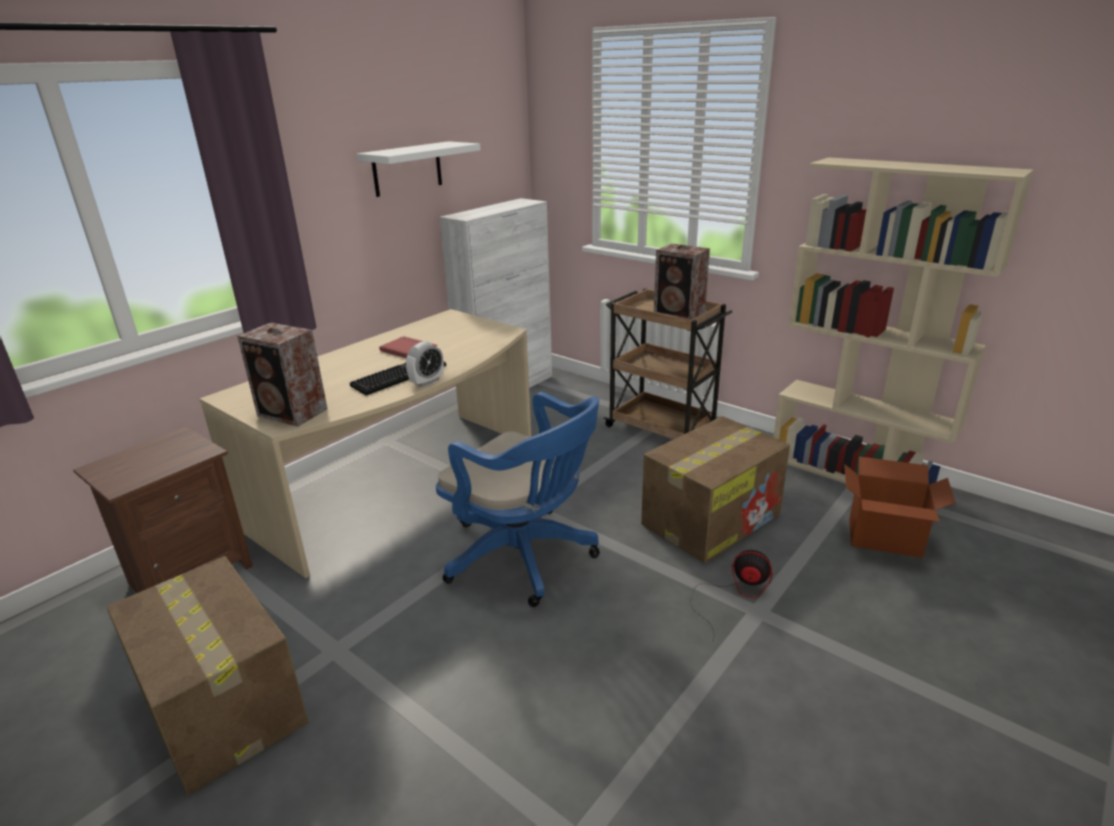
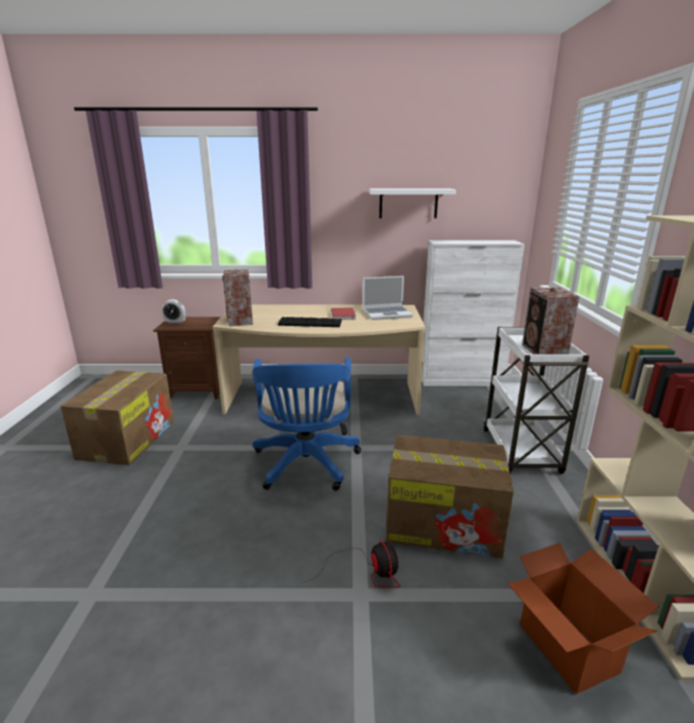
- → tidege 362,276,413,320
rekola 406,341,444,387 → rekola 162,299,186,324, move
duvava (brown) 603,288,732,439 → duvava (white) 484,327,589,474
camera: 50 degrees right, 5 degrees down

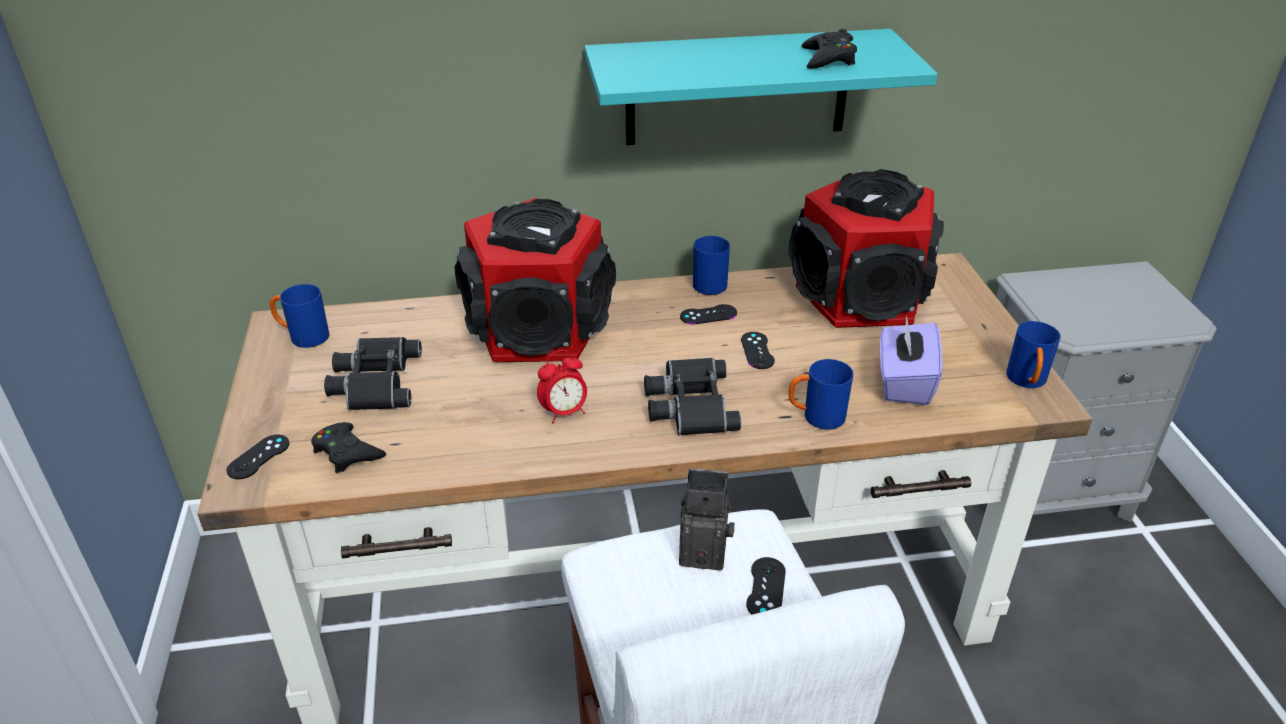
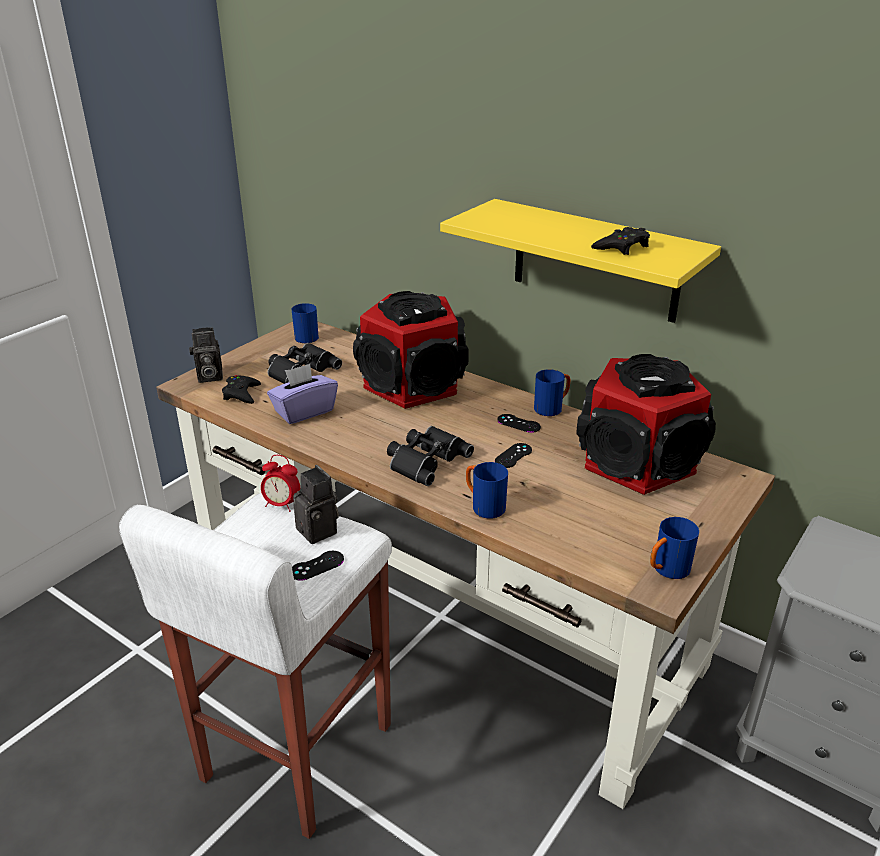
rekola 537,350,587,424 → rekola 261,455,300,512, move
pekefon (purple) 880,315,943,405 → pekefon (purple) 267,364,338,424, move
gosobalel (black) 226,435,289,479 → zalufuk 189,327,223,383
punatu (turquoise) 584,29,938,145 → punatu (yellow) 440,199,721,323
camera: 45 degrees right, 5 degrees down

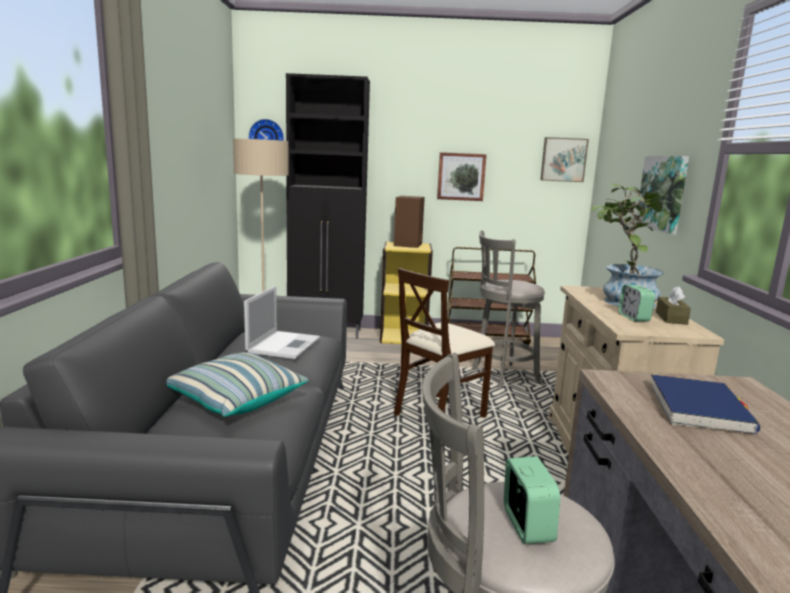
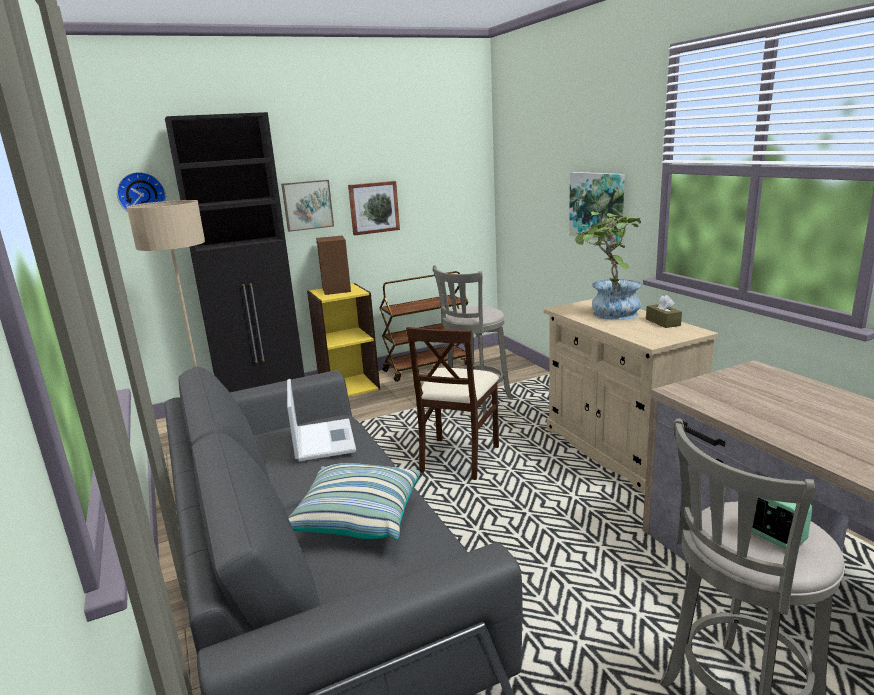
rekola 618,285,655,322 → -
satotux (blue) 651,374,760,434 → -
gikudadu 540,137,589,182 → gikudadu 281,180,334,232, move
camera: 25 degrees left, 5 degrees up

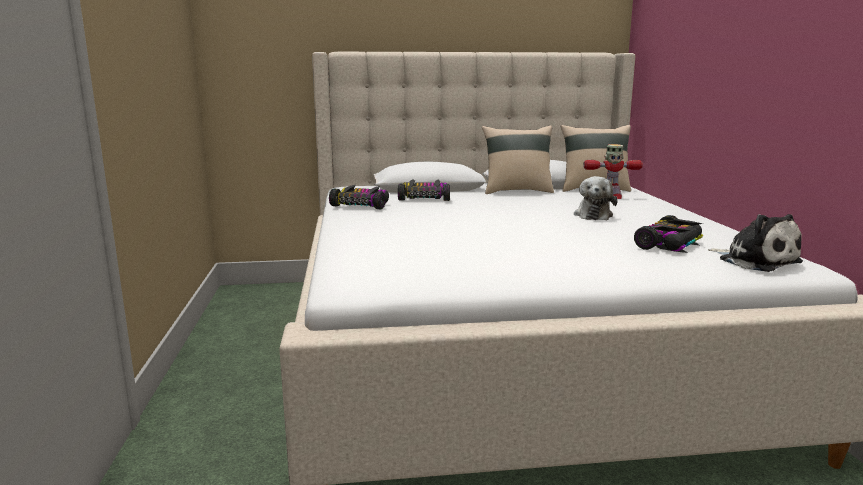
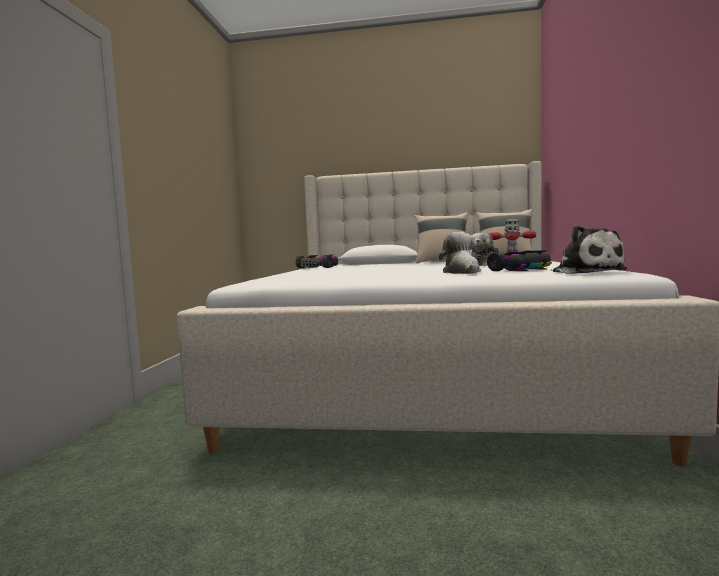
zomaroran 398,179,450,201 → -
- → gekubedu 439,232,481,274
camera: 15 degrees right, 10 degrees down

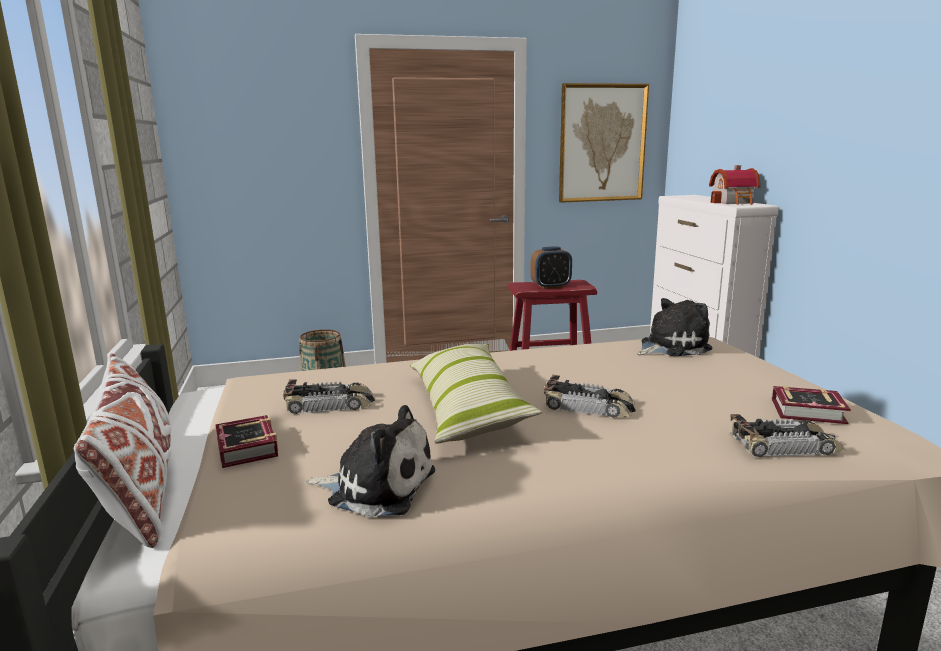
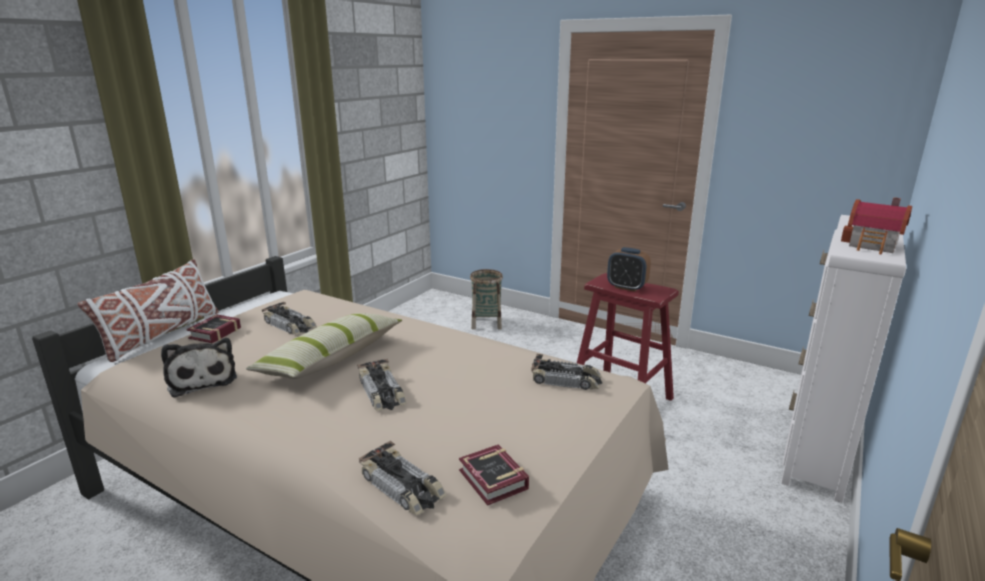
gikudadu 559,83,649,203 → -
gekubedu 637,298,712,356 → zomaroran 531,354,602,390
camera: 45 degrees right, 5 degrees up

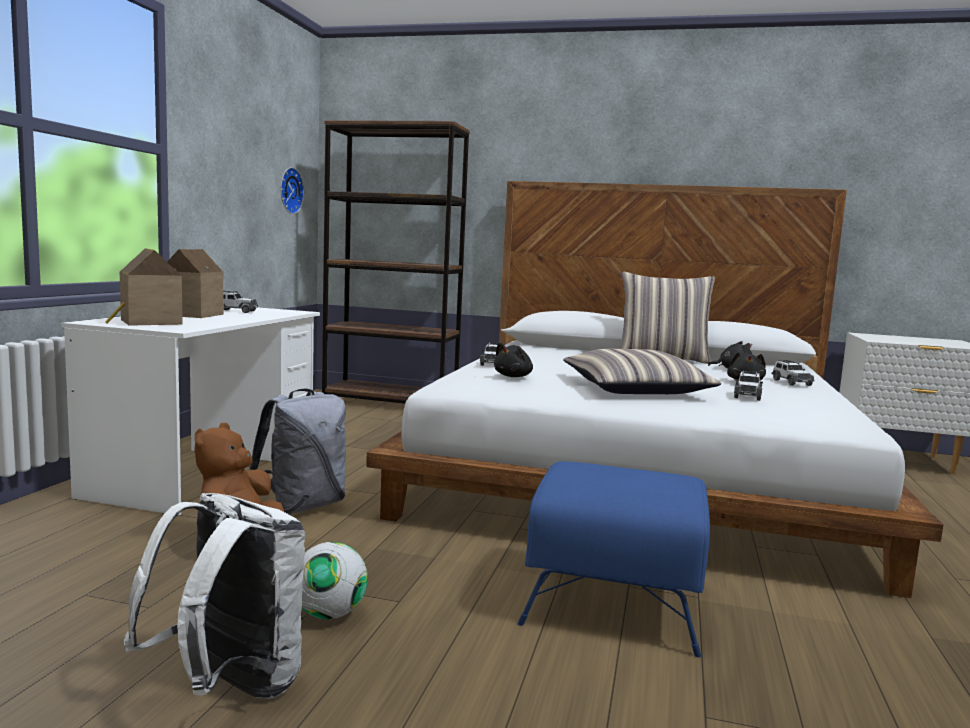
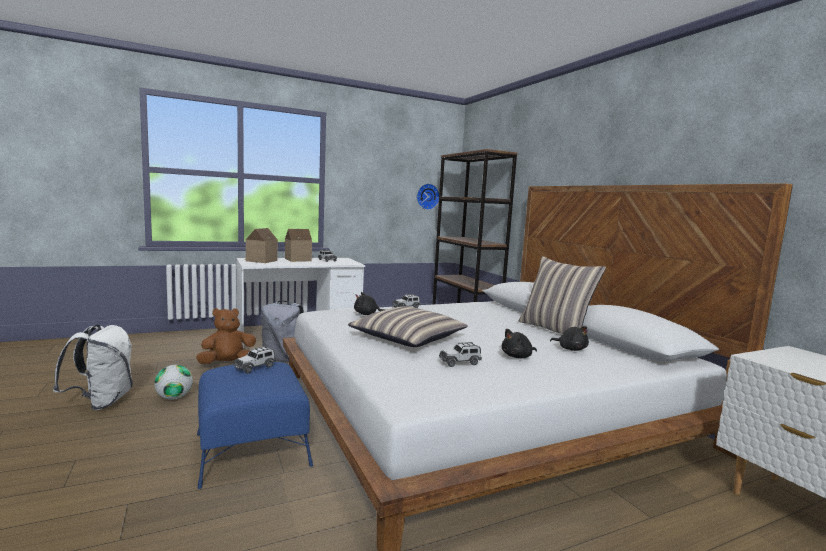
zomaroran 772,360,814,386 → zomaroran 233,346,276,373, move
camera: 50 degrees right, 0 degrees up

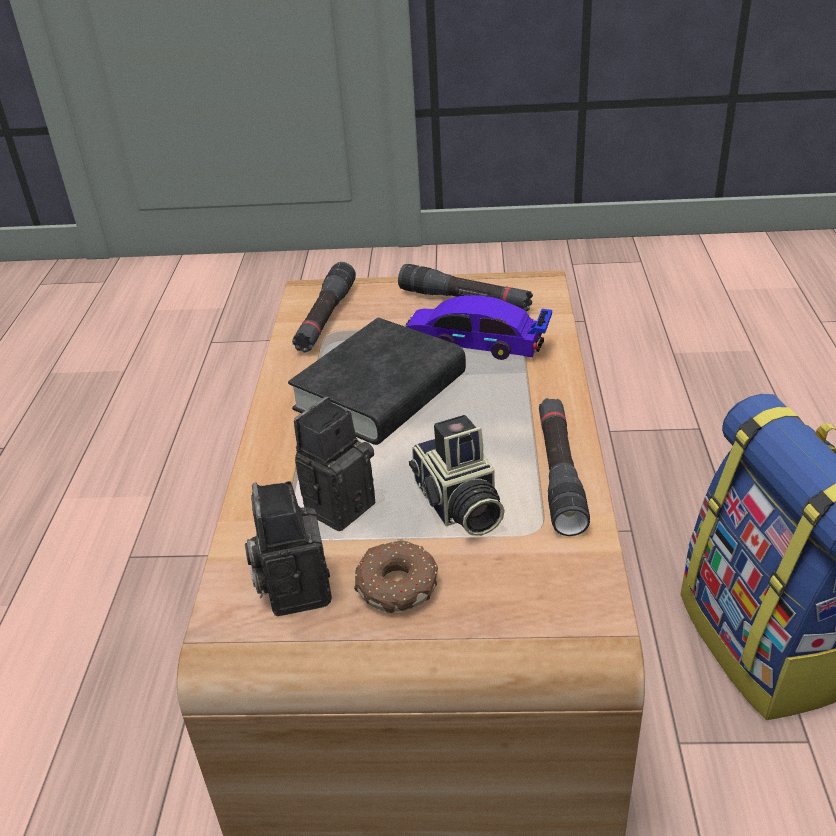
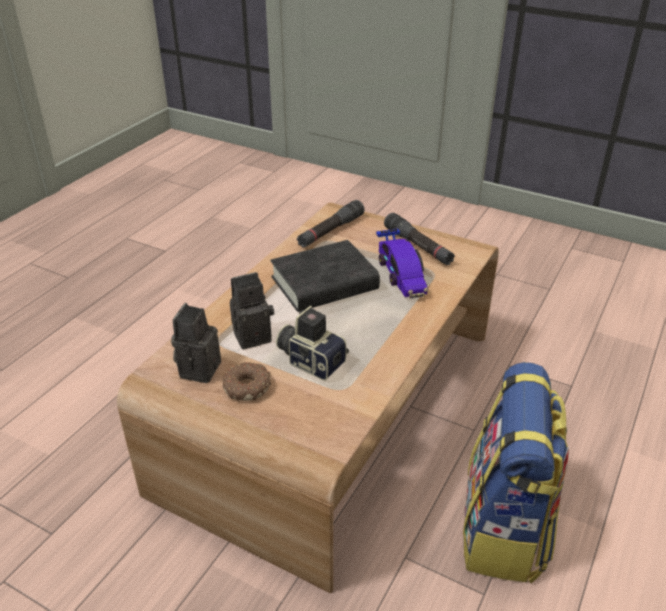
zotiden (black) 539,398,590,536 → -
zomaroran 405,295,552,360 → zomaroran 376,229,428,299, 150 degrees counterclockwise
zalufuk 409,415,505,536 → zalufuk 276,306,349,380, 120 degrees clockwise
camera: 25 degrees right, 0 degrees up

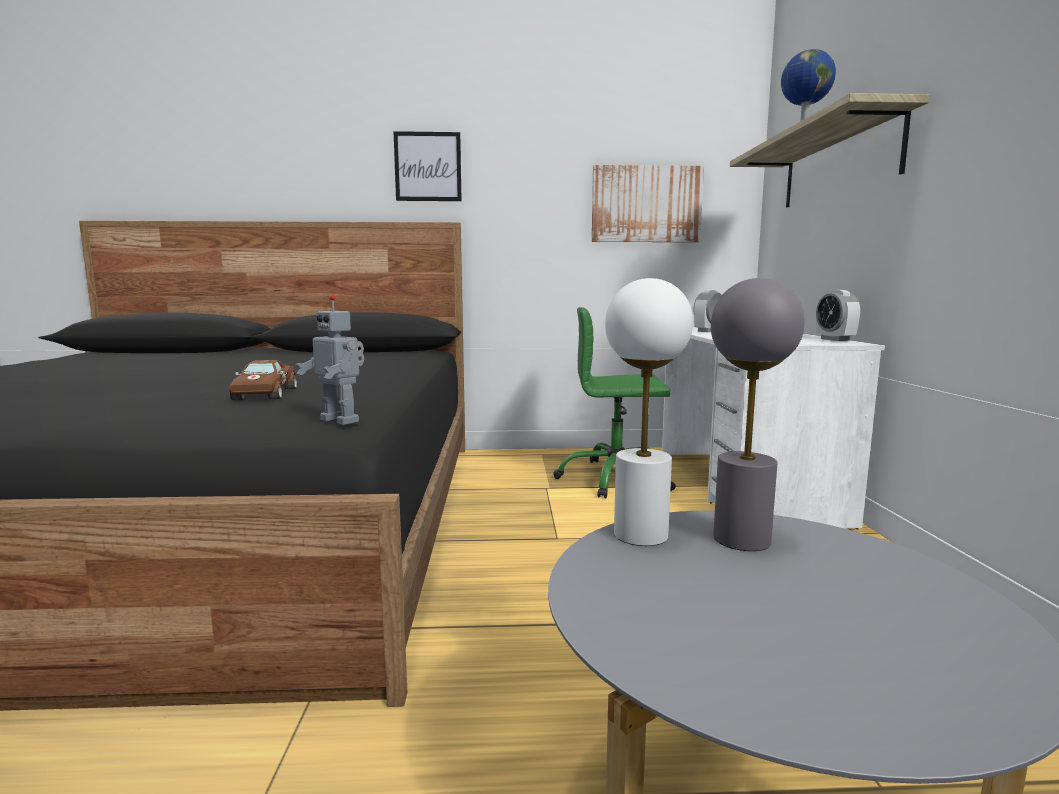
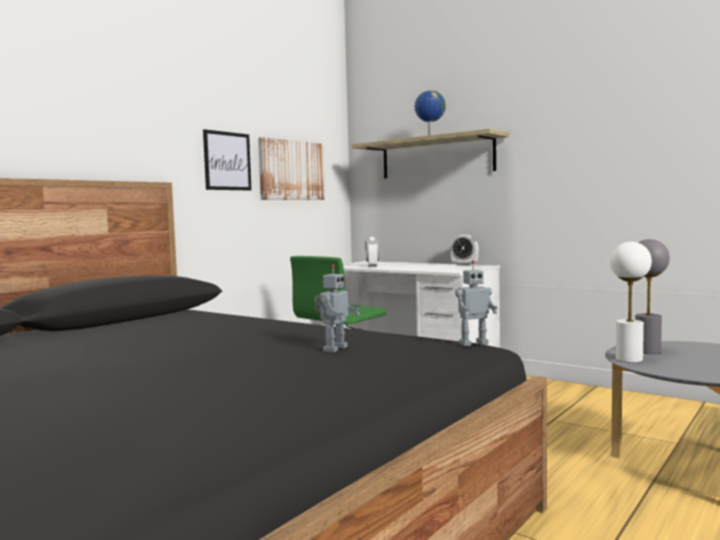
gikudadu 393,131,462,201 → gikudadu 203,129,252,190, move
zomaroran (brown) 229,360,297,401 → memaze 314,264,360,352
camera: 50 degrees left, 5 degrees down

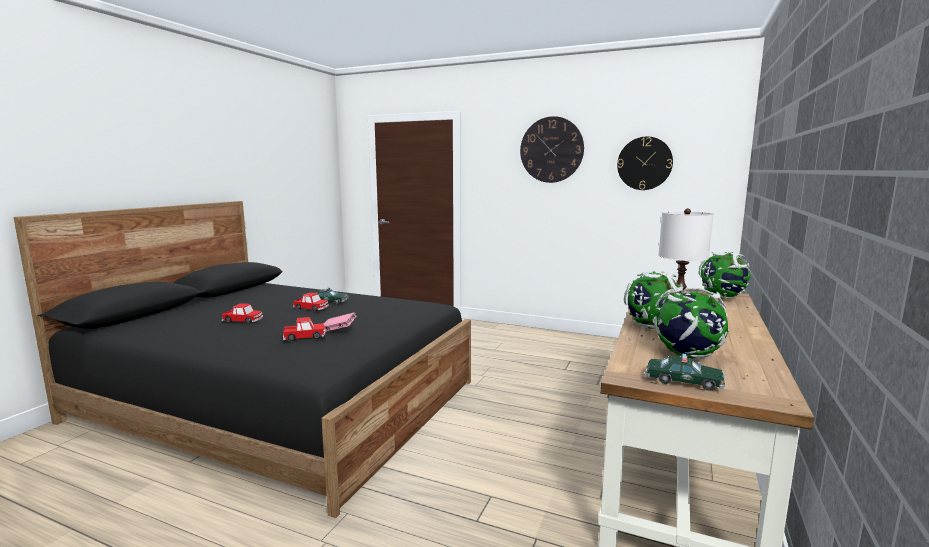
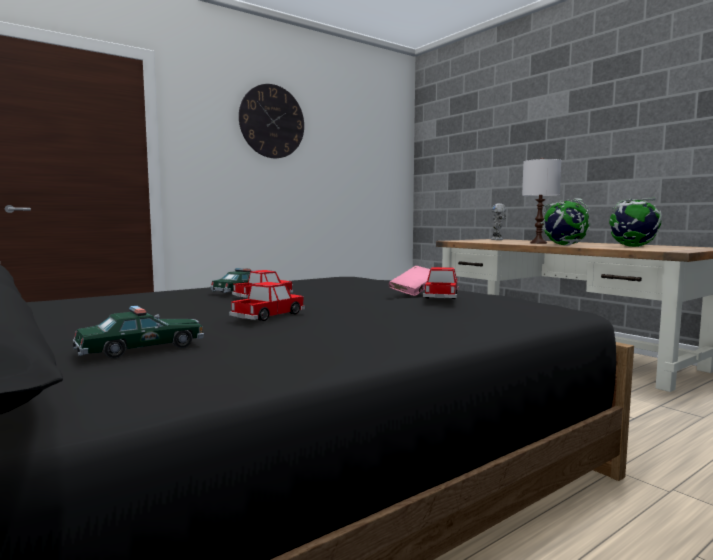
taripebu 617,136,673,190 → -
zomaroran 645,354,725,391 → zomaroran 73,306,204,359, move
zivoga 699,252,750,299 → memaze 491,203,506,240
camera: 60 degrees left, 5 degrees down

